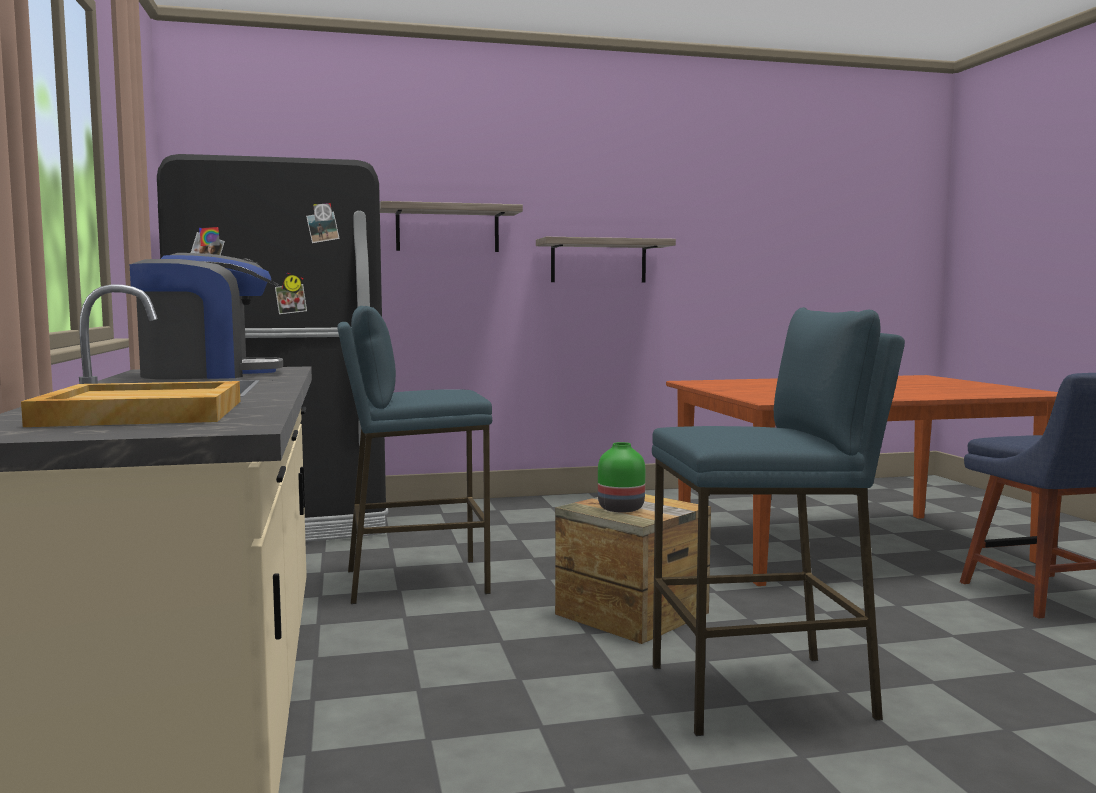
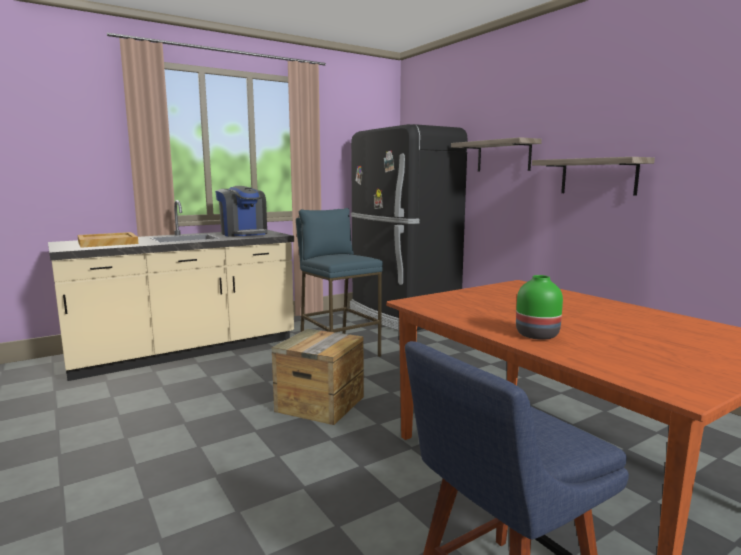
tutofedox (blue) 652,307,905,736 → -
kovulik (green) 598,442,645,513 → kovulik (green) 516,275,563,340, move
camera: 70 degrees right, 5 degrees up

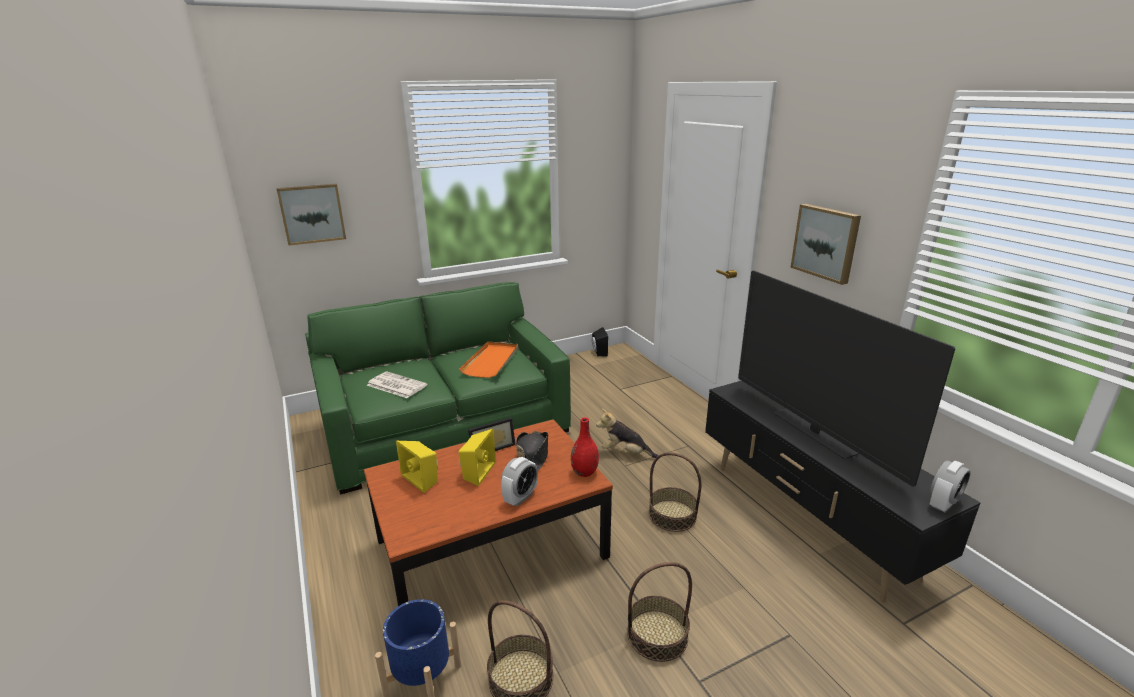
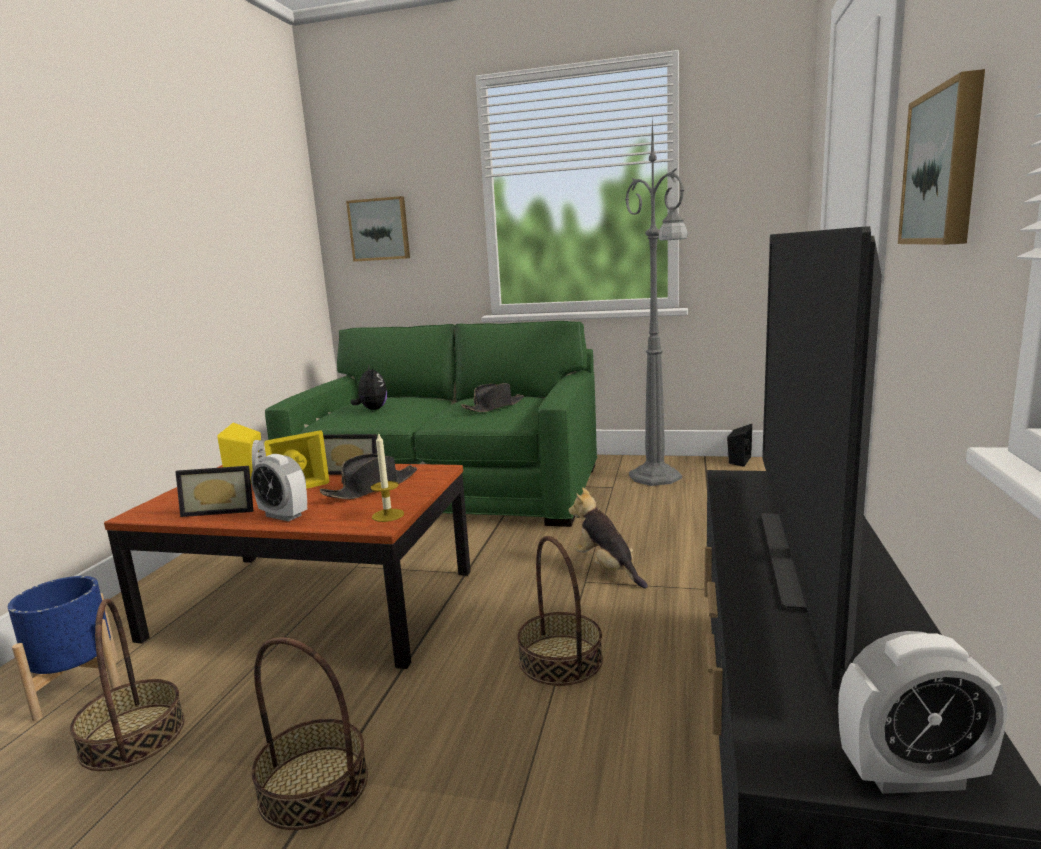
- → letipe 175,466,253,517
- → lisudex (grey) 625,119,688,486
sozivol 367,372,427,398 → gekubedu 351,366,387,410
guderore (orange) 459,342,518,378 → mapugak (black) 461,383,524,412
kovulik (red) 571,417,599,477 → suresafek 371,432,404,522
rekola 501,457,538,507 → rekola 251,454,307,521, 45 degrees clockwise
camera: 40 degrees right, 10 degrees down

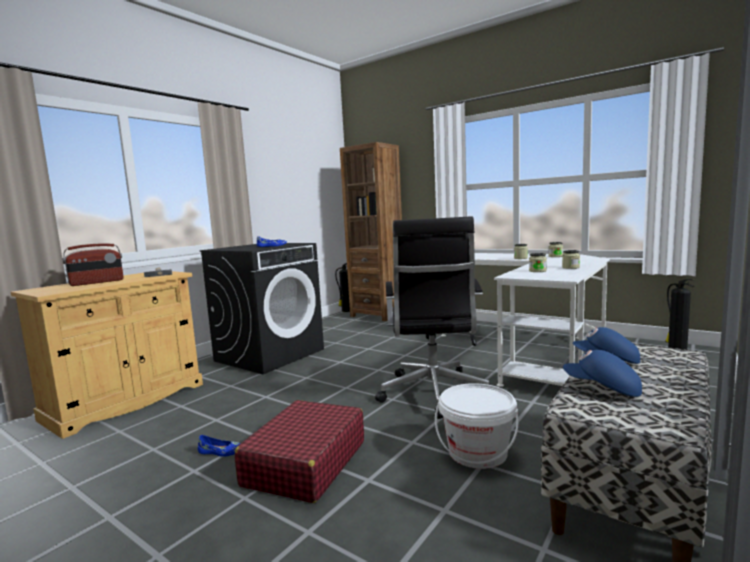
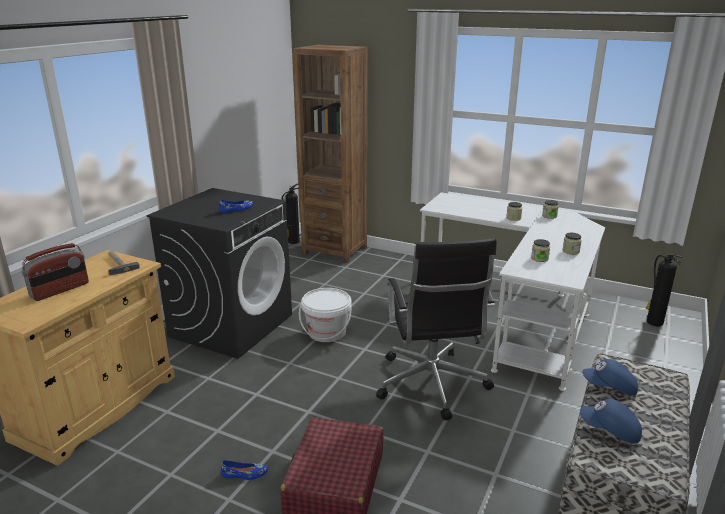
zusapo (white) 435,383,518,469 → zusapo (white) 299,288,352,342, move
camera: 10 degrees left, 15 degrees up

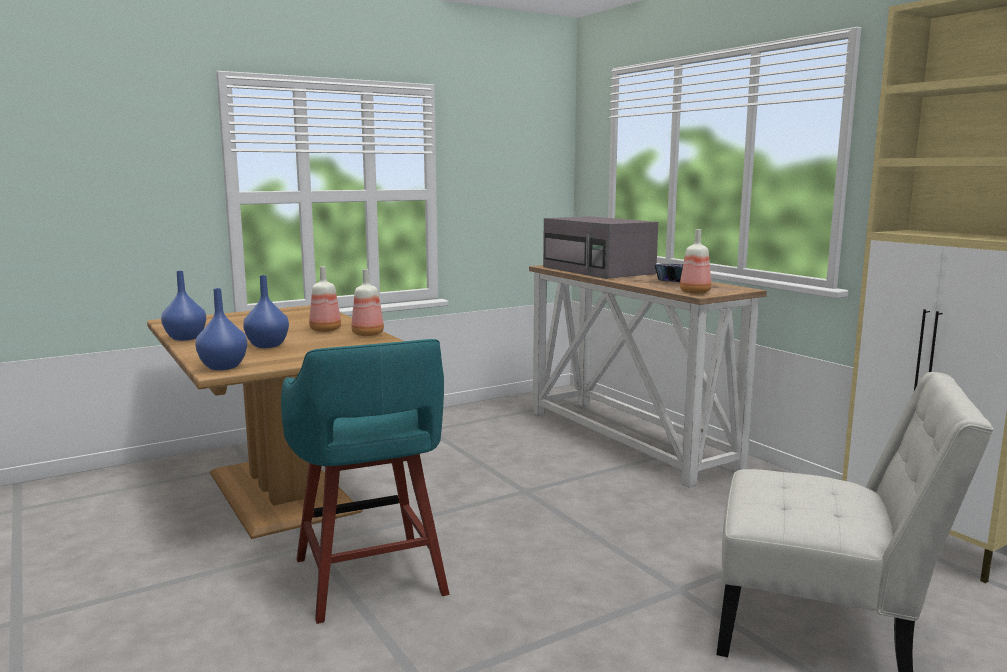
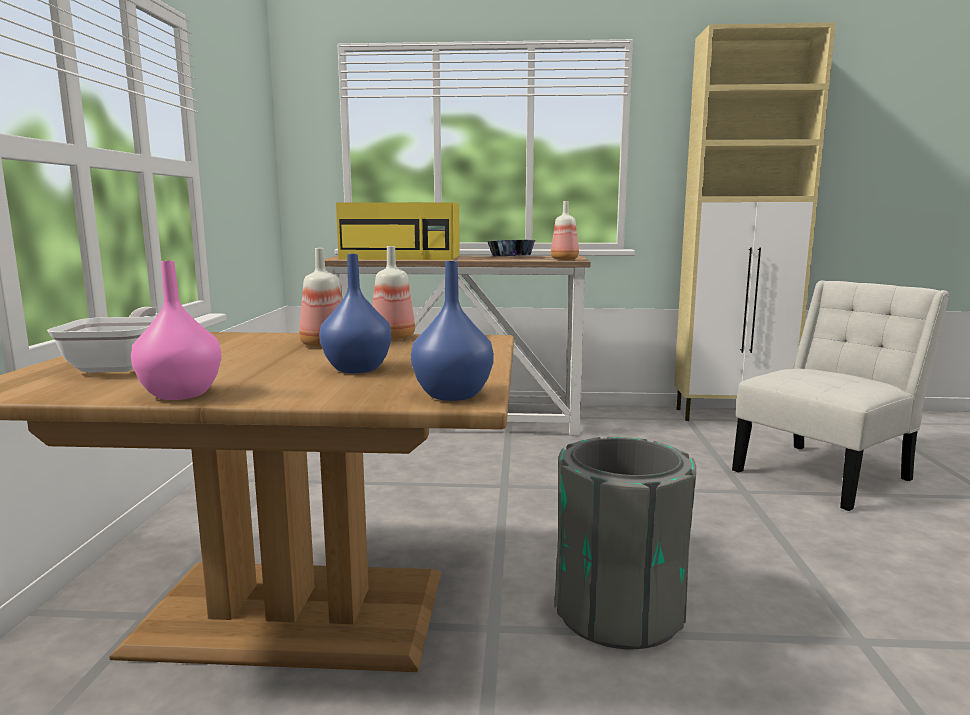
- → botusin 47,307,156,372
tutofedox (turquoise) 281,339,449,624 → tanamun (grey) 555,436,696,650
kovulik (blue) 161,271,206,341 → kovulik (pink) 131,261,222,400
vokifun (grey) 543,216,658,279 → vokifun (yellow) 336,202,460,260
camera: 55 degrees left, 0 degrees up

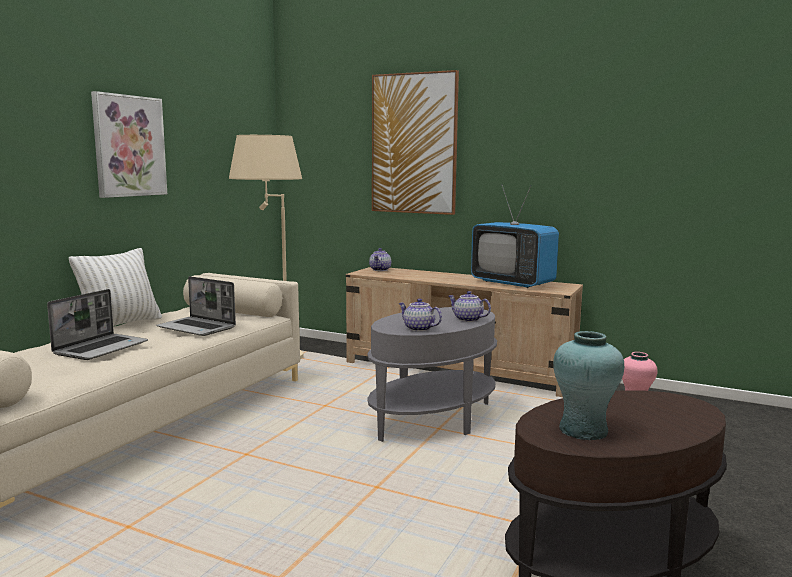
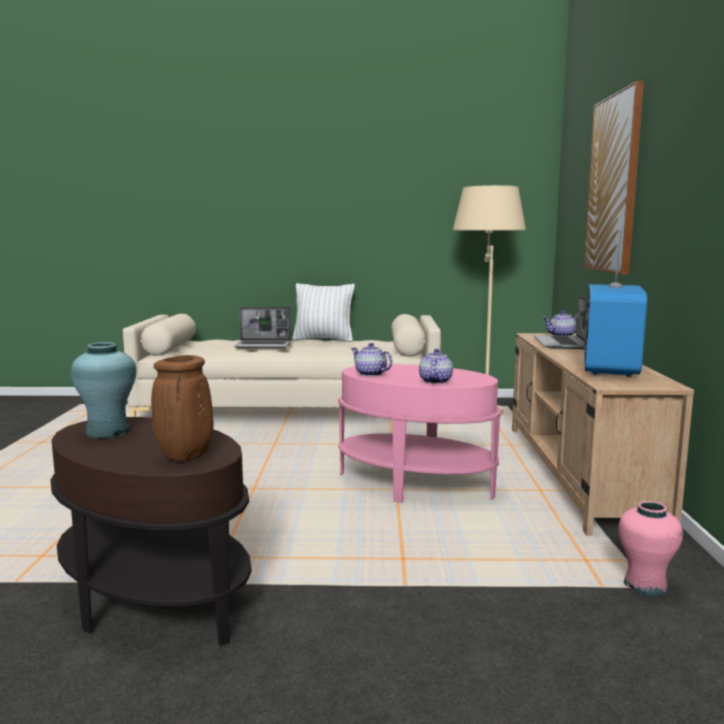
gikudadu 91,91,167,198 → -
- → kovulik (brown) 151,355,213,461
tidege 156,276,236,336 → tidege 534,295,588,349, move
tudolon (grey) 367,307,497,442 → tudolon (pink) 338,364,501,503
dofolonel 398,298,442,332 → dofolonel 351,343,392,376, 60 degrees counterclockwise
camera: 65 degrees right, 0 degrees up

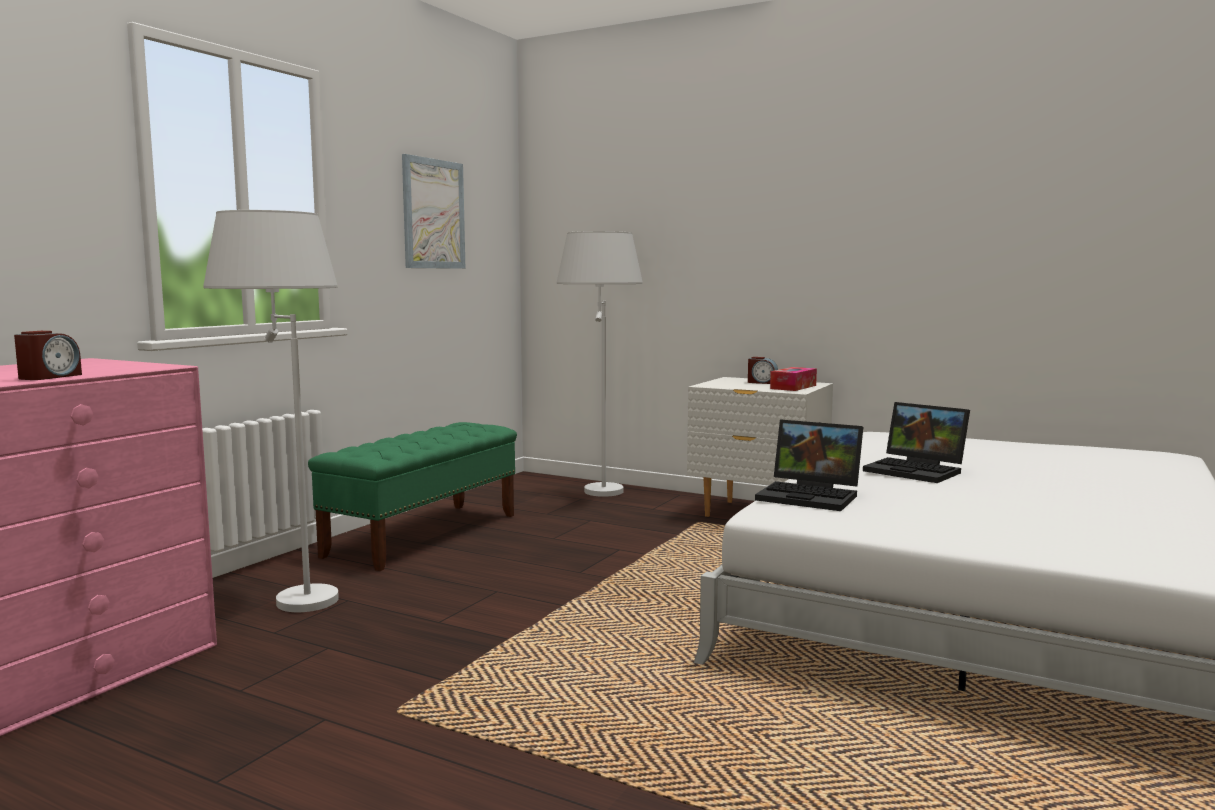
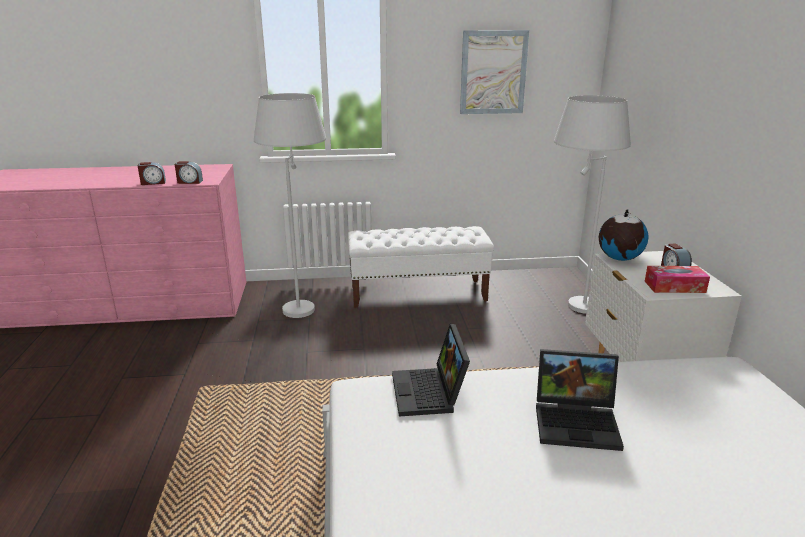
- → rekola 175,161,203,184
- → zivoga 599,209,649,261
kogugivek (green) 308,422,517,571 → kogugivek (white) 348,226,494,308
tidege 863,402,970,483 → tidege 536,349,624,451, 90 degrees counterclockwise
camera: 55 degrees right, 15 degrees up

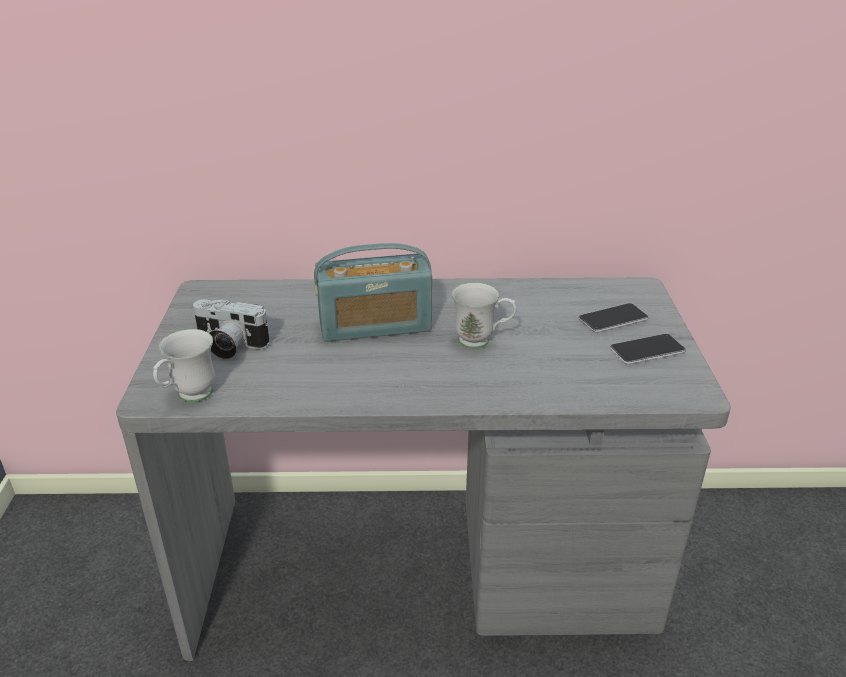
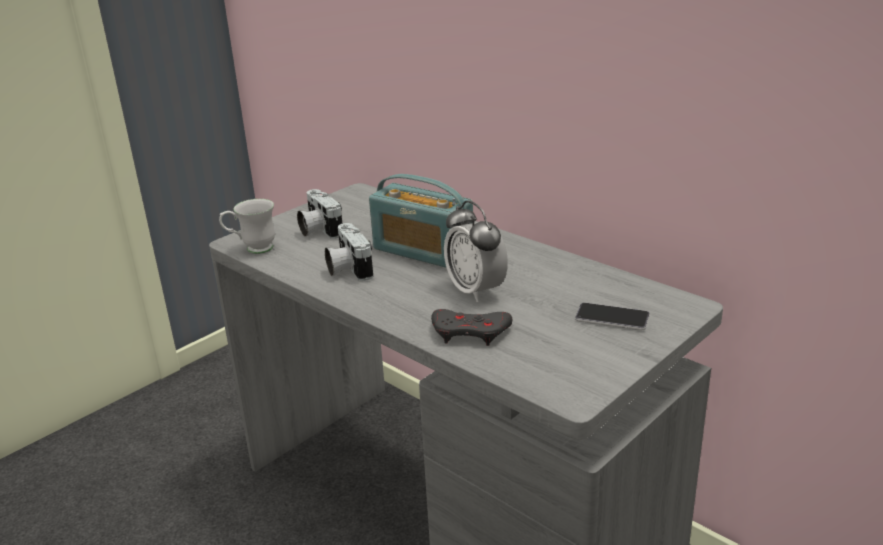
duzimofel 610,334,686,365 → -
- → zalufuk 325,223,373,281
- → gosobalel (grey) 431,309,512,346
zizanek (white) 452,282,517,349 → rekola 444,201,508,302
camera: 45 degrees right, 5 degrees down

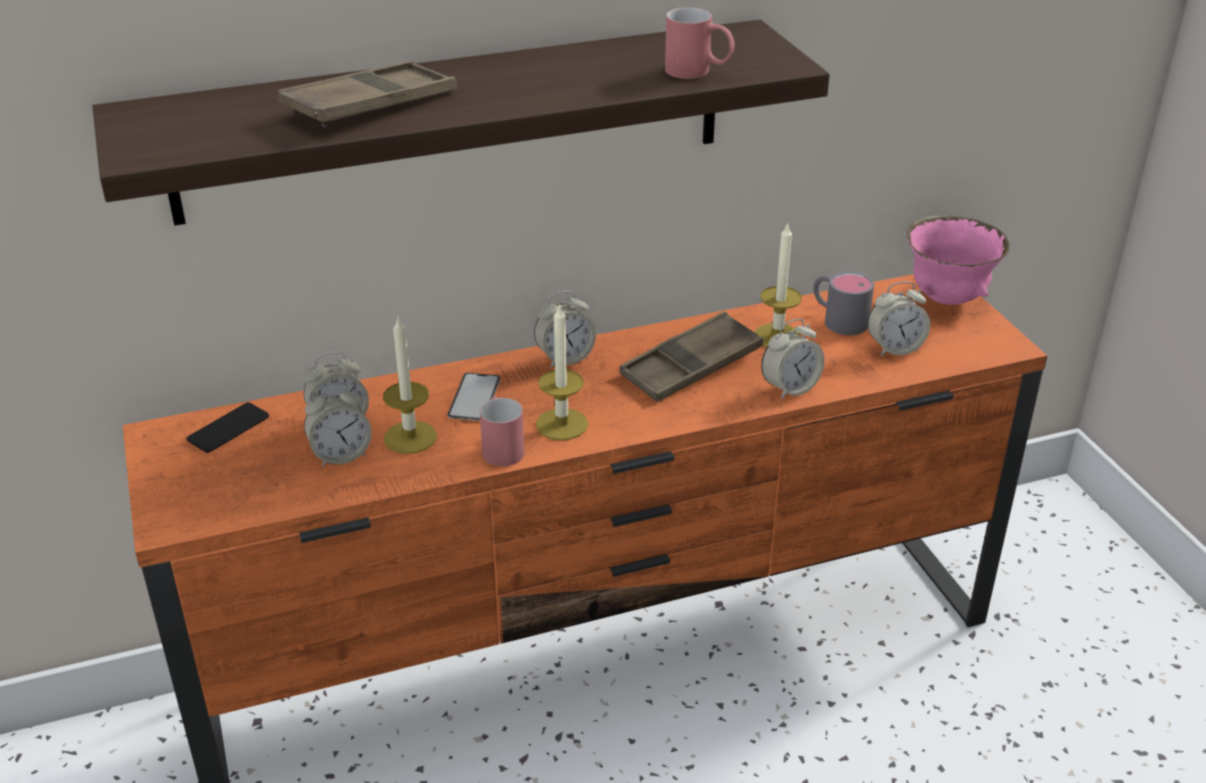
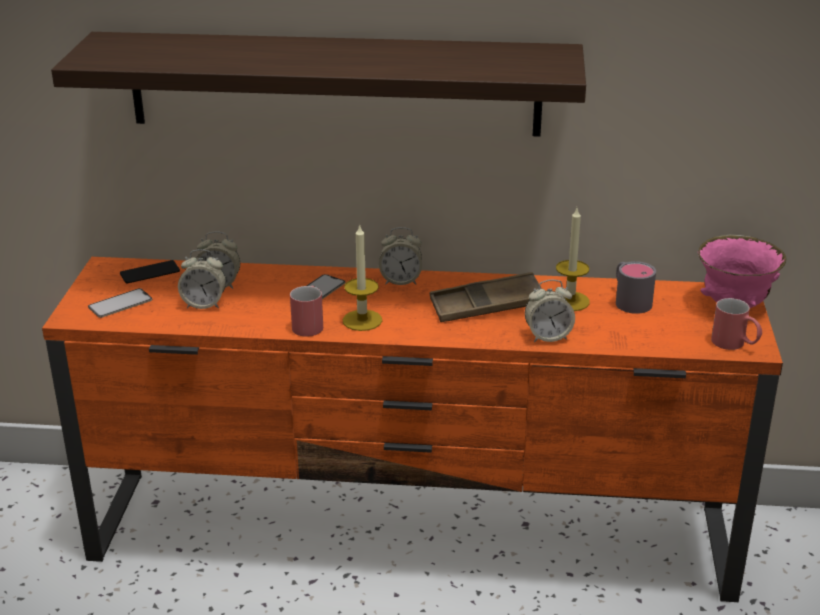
guderore (brown) 277,61,457,127 → -
suresafek 383,318,437,454 → -
rekola 868,281,930,356 → -
- → duzimofel 88,288,152,318
zizanek (red) 665,8,735,79 → zizanek (red) 711,298,762,350, move
camera: 25 degrees right, 5 degrees down

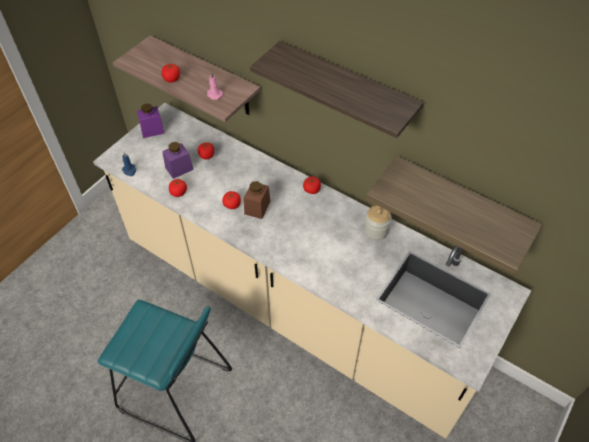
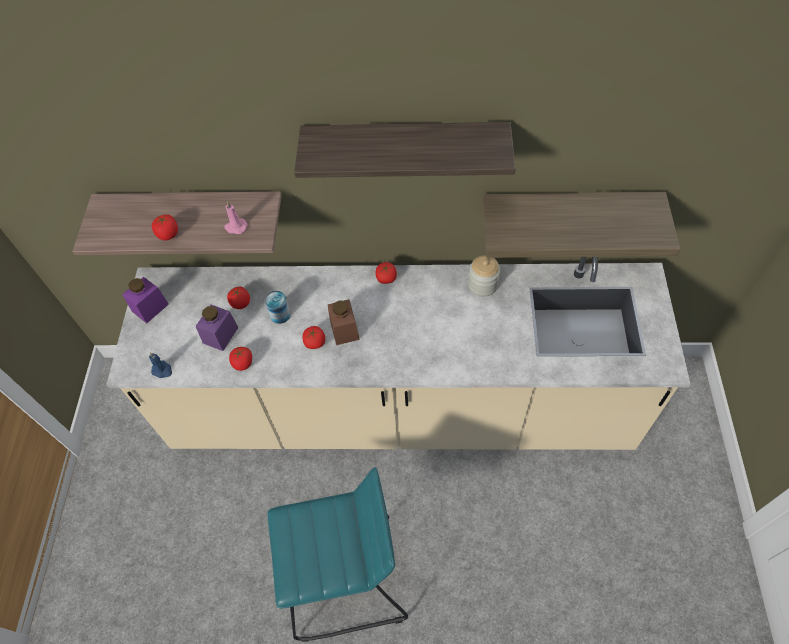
- → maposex 265,291,291,324
camera: 30 degrees left, 5 degrees up

